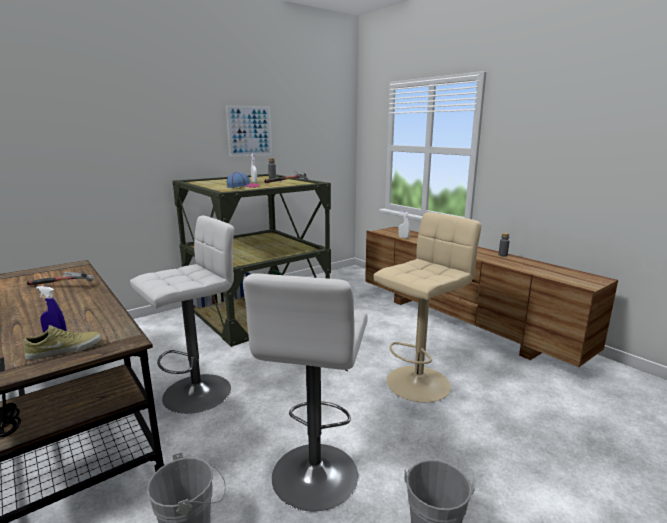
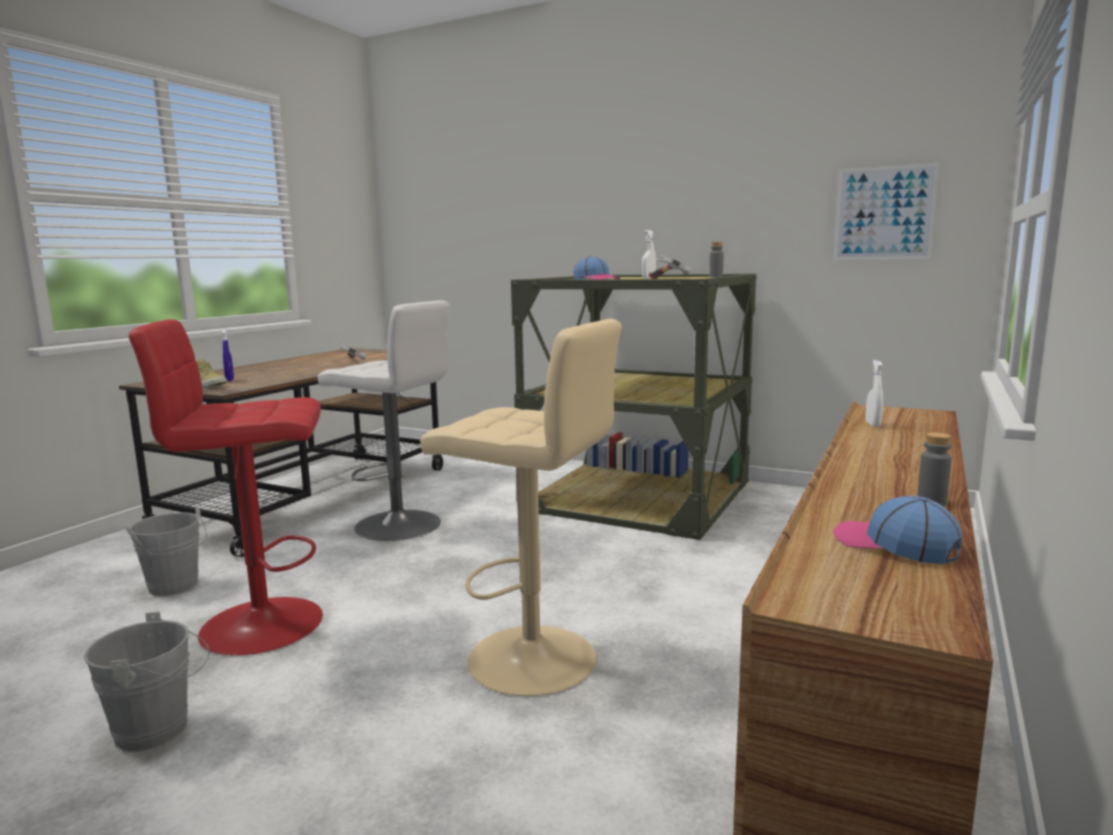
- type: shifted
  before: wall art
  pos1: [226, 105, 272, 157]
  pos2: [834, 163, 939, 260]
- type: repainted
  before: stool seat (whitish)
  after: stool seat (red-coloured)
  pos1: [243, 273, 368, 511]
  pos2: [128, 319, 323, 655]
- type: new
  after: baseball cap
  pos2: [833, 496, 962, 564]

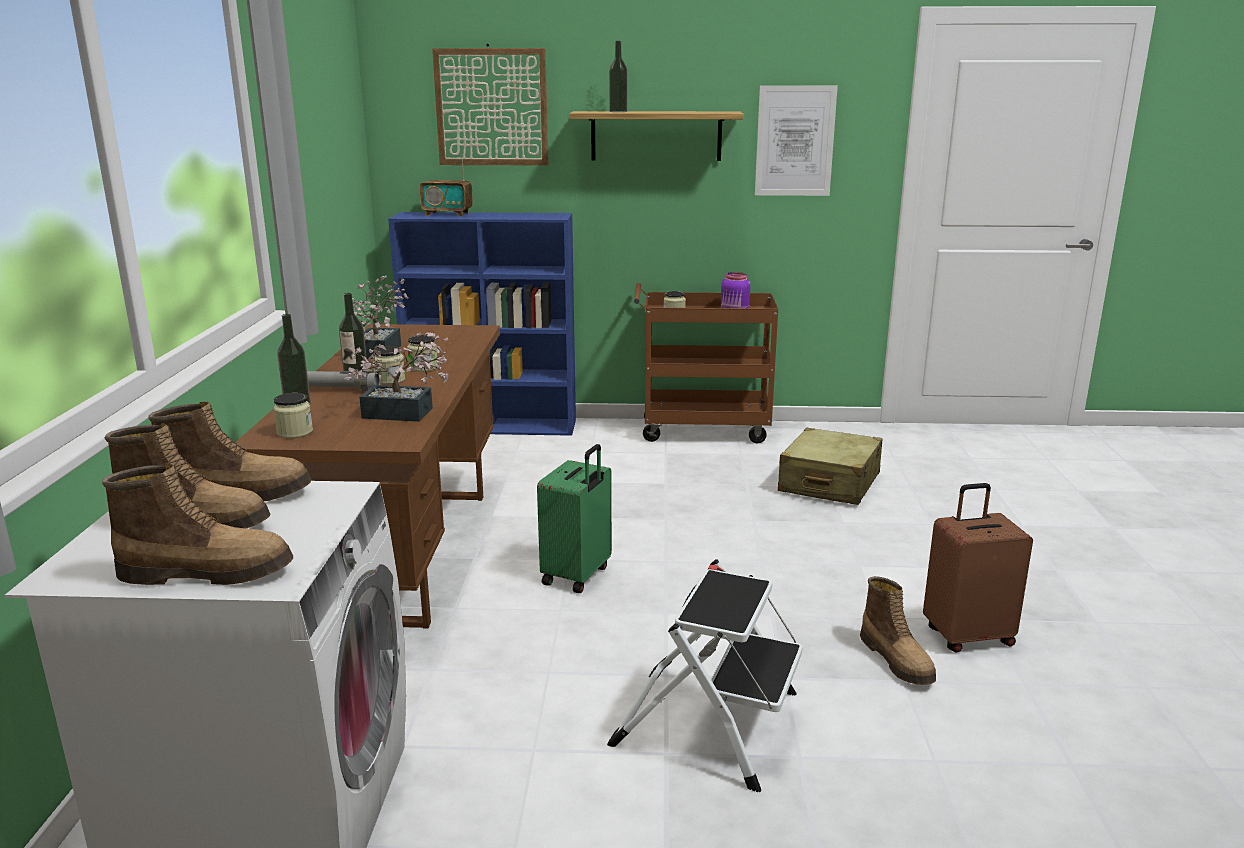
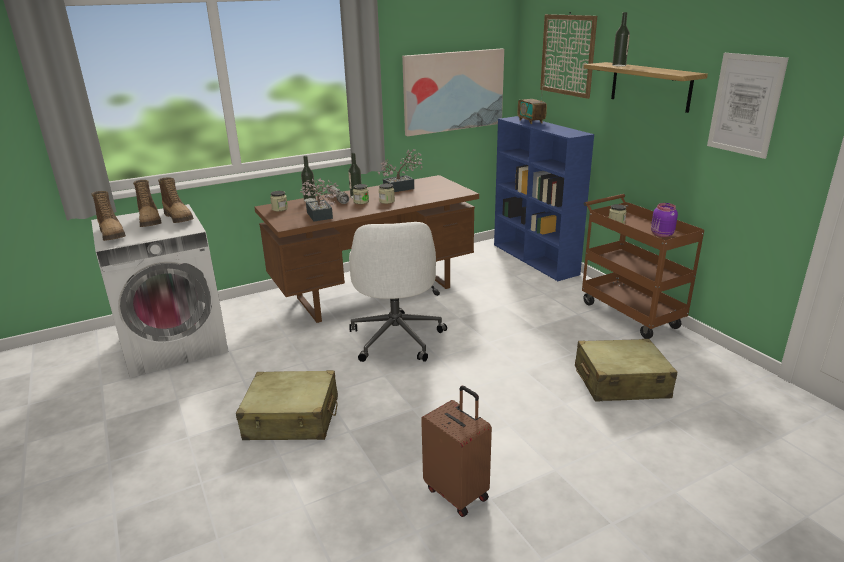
- type: swapped
  before: travel case (greenish)
  after: computer chair (whitish)
  pos1: [537, 444, 612, 593]
  pos2: [349, 222, 447, 362]
- type: swapped
  before: step stool
  after: travel case (beige-coloured)
  pos1: [607, 559, 803, 792]
  pos2: [236, 370, 338, 440]
- type: gone
  before: high-top boot
  pos1: [860, 576, 936, 685]
- type: new
  after: wall art
  pos2: [402, 48, 504, 136]

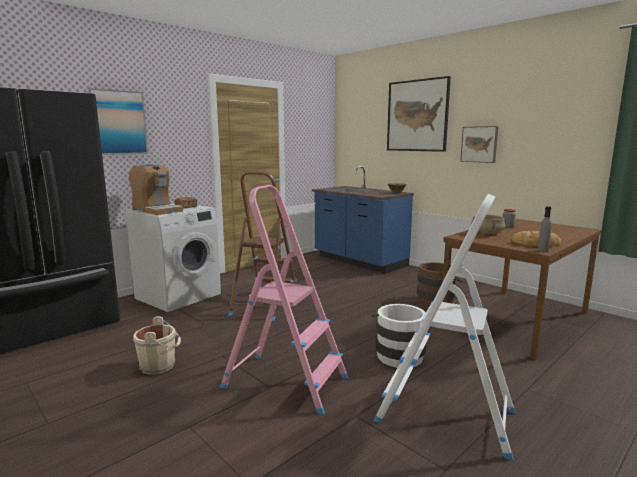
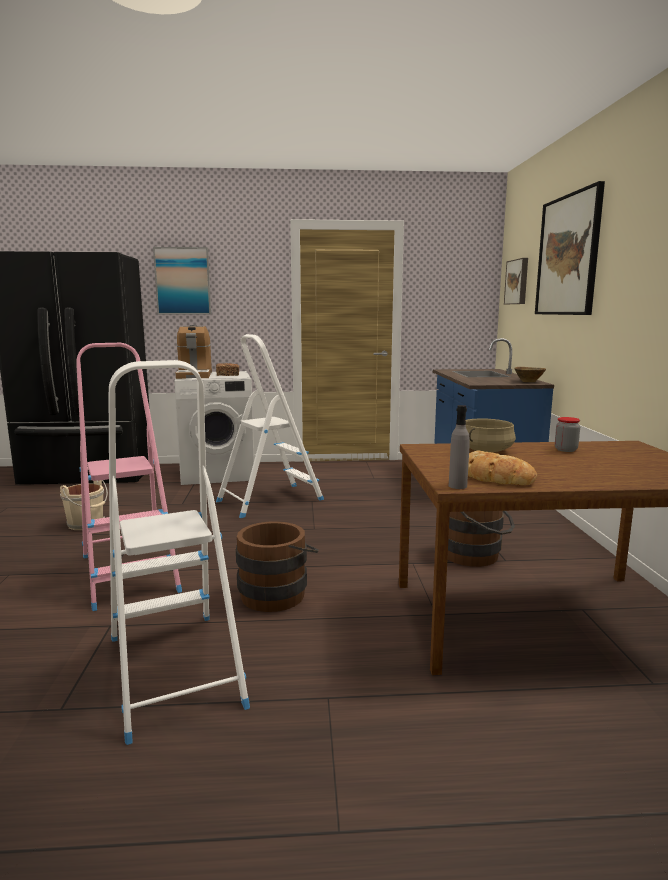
- type: repainted
  before: step stool (brown-coloured)
  after: step stool (whitish)
  pos1: [228, 171, 297, 321]
  pos2: [216, 334, 324, 518]
- type: repainted
  before: bucket (whitish)
  after: bucket (brown-coloured)
  pos1: [372, 304, 426, 368]
  pos2: [236, 521, 319, 612]
- type: shifted
  before: wall art
  pos1: [460, 126, 499, 163]
  pos2: [504, 258, 528, 304]

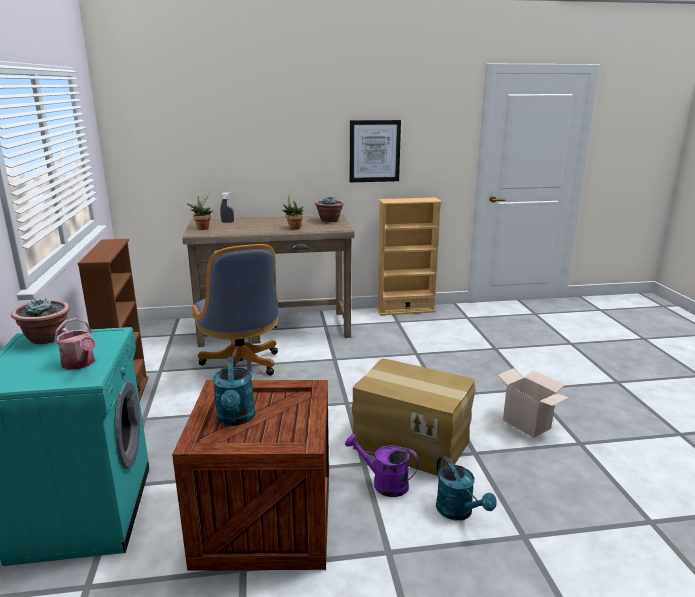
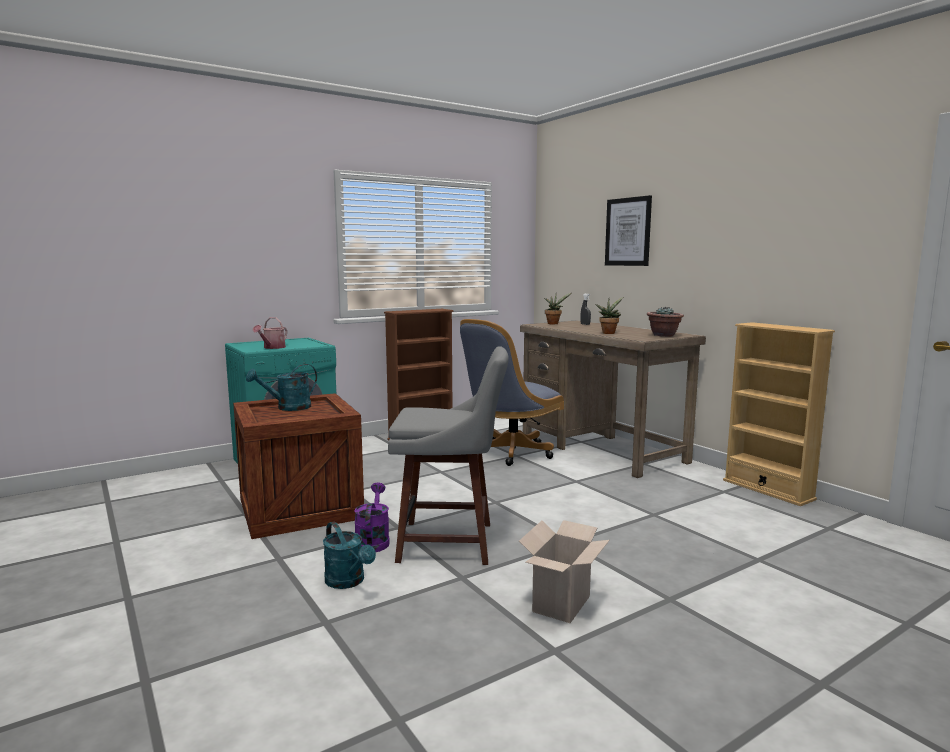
- type: gone
  before: potted plant
  pos1: [11, 299, 70, 344]
- type: shifted
  before: wall art
  pos1: [350, 120, 401, 182]
  pos2: [605, 195, 652, 266]
- type: swapped
  before: carton
  after: stool seat (grey)
  pos1: [352, 358, 476, 476]
  pos2: [388, 346, 509, 565]
- type: rotated
  before: sprinkling can (turquoise)
  pos1: [436, 456, 496, 520]
  pos2: [323, 522, 376, 589]
  turn: -75

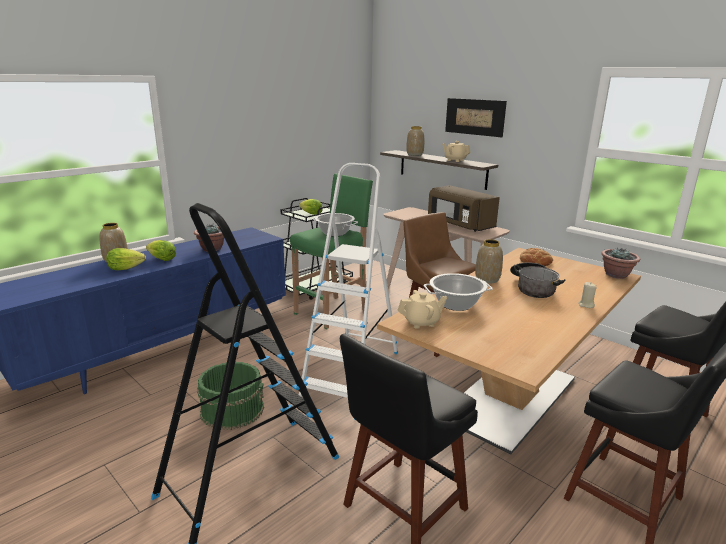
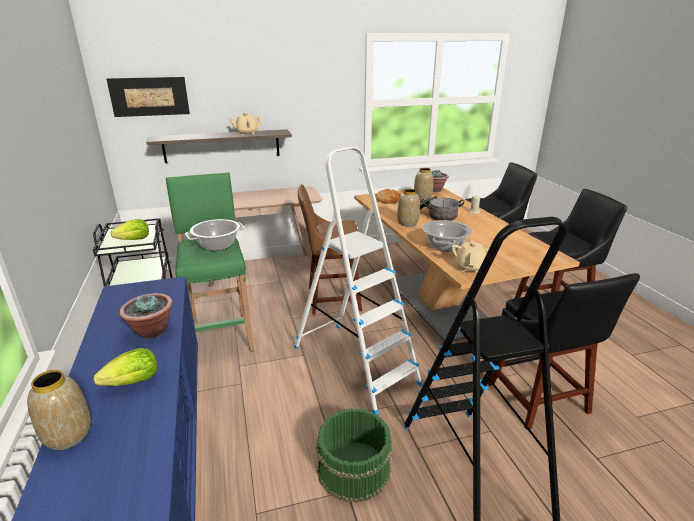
- type: gone
  before: lettuce head
  pos1: [106, 248, 146, 270]
- type: shifted
  before: vase
  pos1: [406, 126, 424, 156]
  pos2: [414, 168, 434, 200]
- type: gone
  before: kitchen microwave (brown-coloured)
  pos1: [428, 185, 500, 232]
- type: shifted
  before: wall art
  pos1: [445, 98, 507, 137]
  pos2: [107, 77, 190, 117]

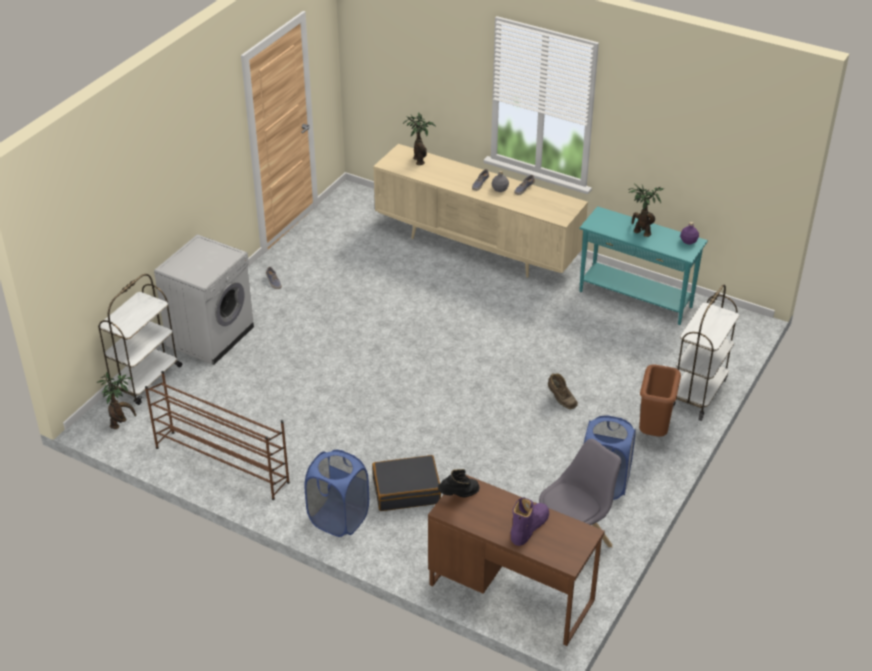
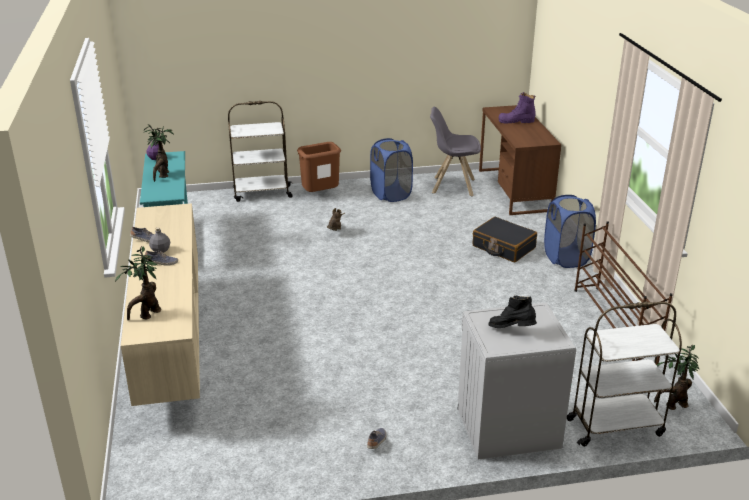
- type: shifted
  before: high-top boot (black)
  pos1: [438, 469, 480, 498]
  pos2: [489, 296, 537, 328]

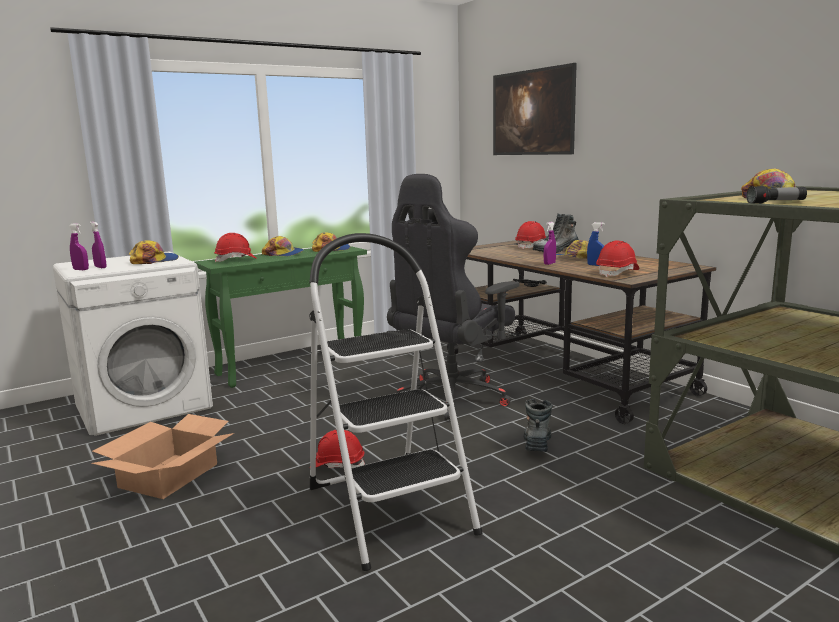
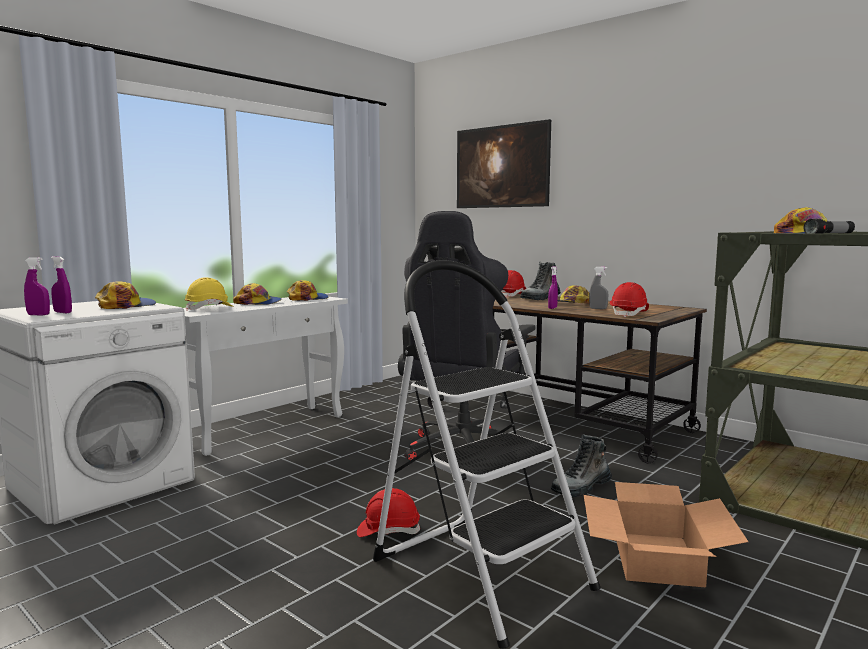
- type: shifted
  before: carton
  pos1: [91, 414, 234, 499]
  pos2: [584, 482, 748, 588]
- type: repainted
  before: narrow table (greenish)
  after: narrow table (whitish)
  pos1: [195, 246, 367, 388]
  pos2: [183, 297, 348, 456]
- type: repainted
  before: work helmet (red-coloured)
  after: work helmet (yellowish)
  pos1: [214, 233, 257, 262]
  pos2: [185, 277, 234, 311]
- type: rotated
  before: high-top boot
  pos1: [524, 399, 552, 452]
  pos2: [551, 434, 612, 497]
  turn: -120
- type: repainted
  before: hand sprayer (blue-coloured)
  after: hand sprayer (grey)
  pos1: [587, 222, 605, 266]
  pos2: [589, 267, 608, 309]

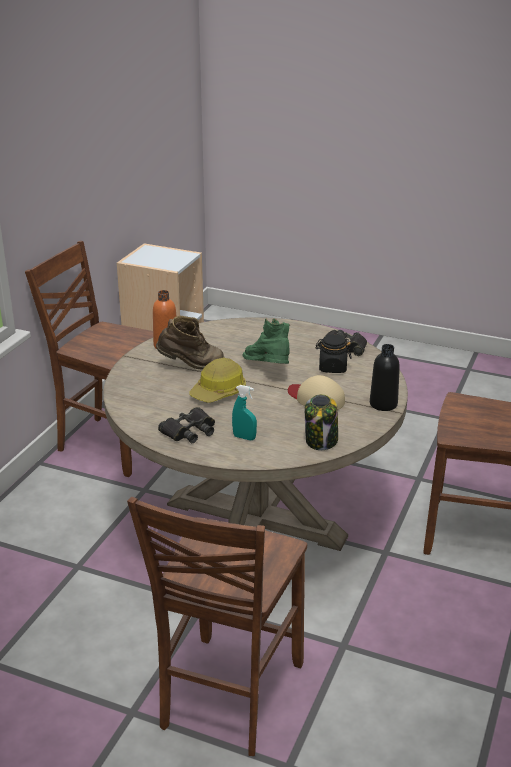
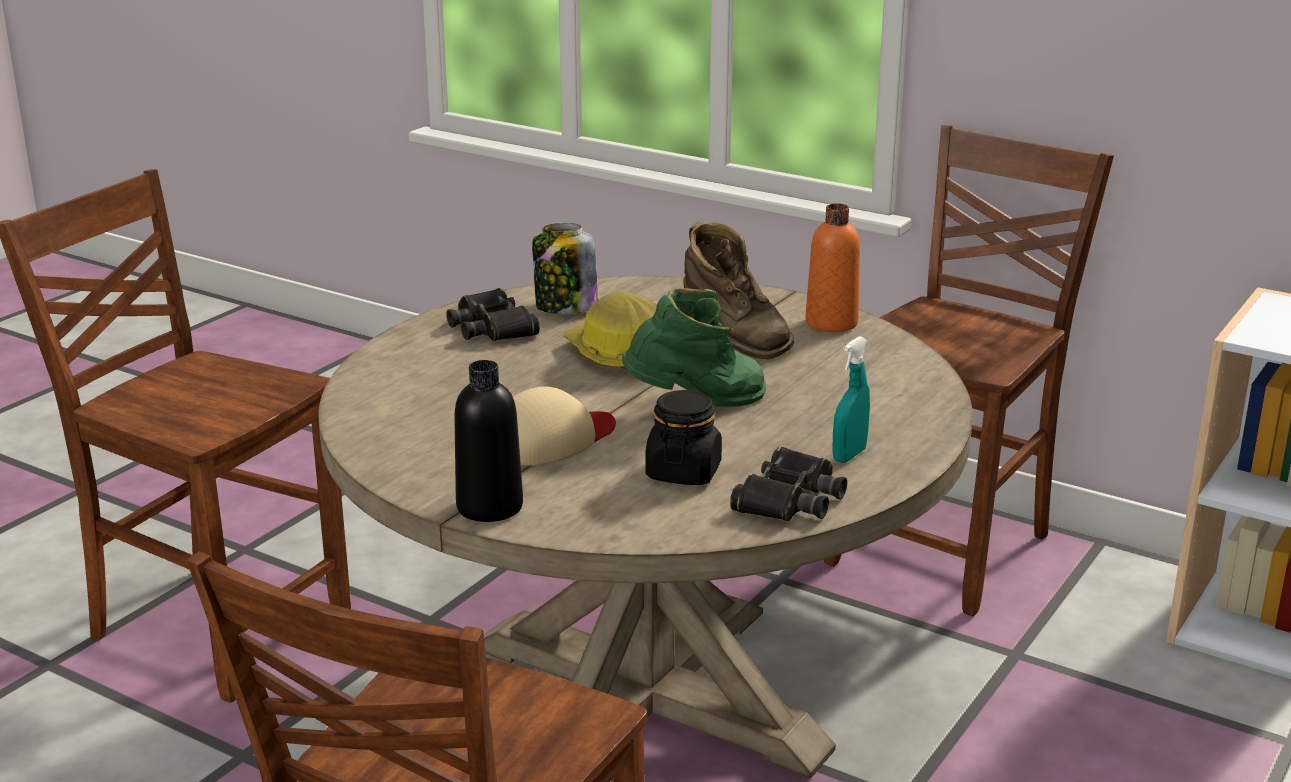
- type: rotated
  before: high-top boot (brown-coloured)
  pos1: [156, 316, 225, 370]
  pos2: [684, 221, 794, 360]
  turn: -45
- type: shifted
  before: hand sprayer (turquoise)
  pos1: [232, 385, 257, 440]
  pos2: [832, 336, 870, 463]
- type: shifted
  before: jar
  pos1: [305, 394, 338, 450]
  pos2: [532, 223, 598, 314]

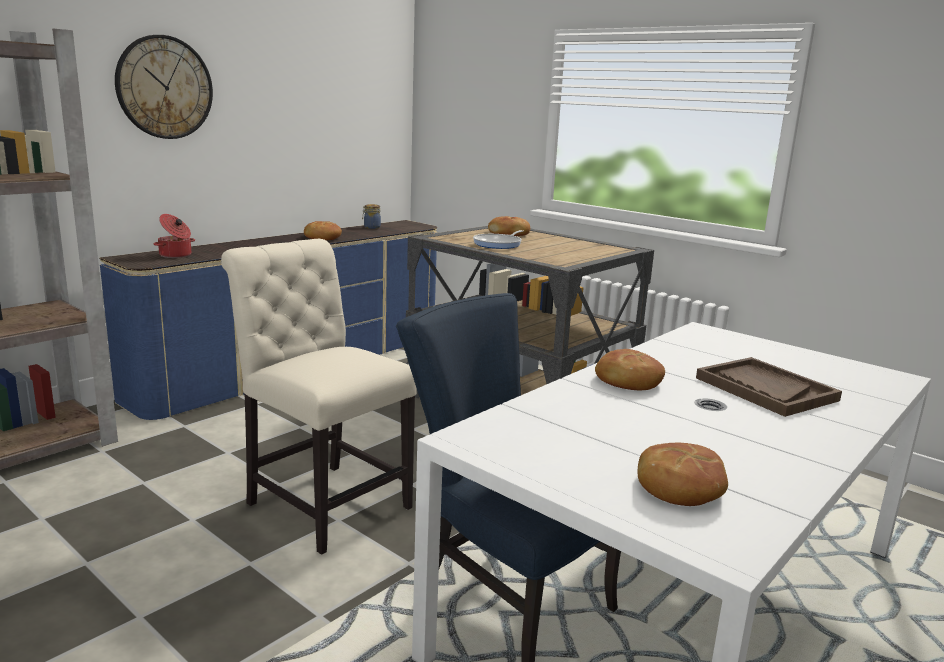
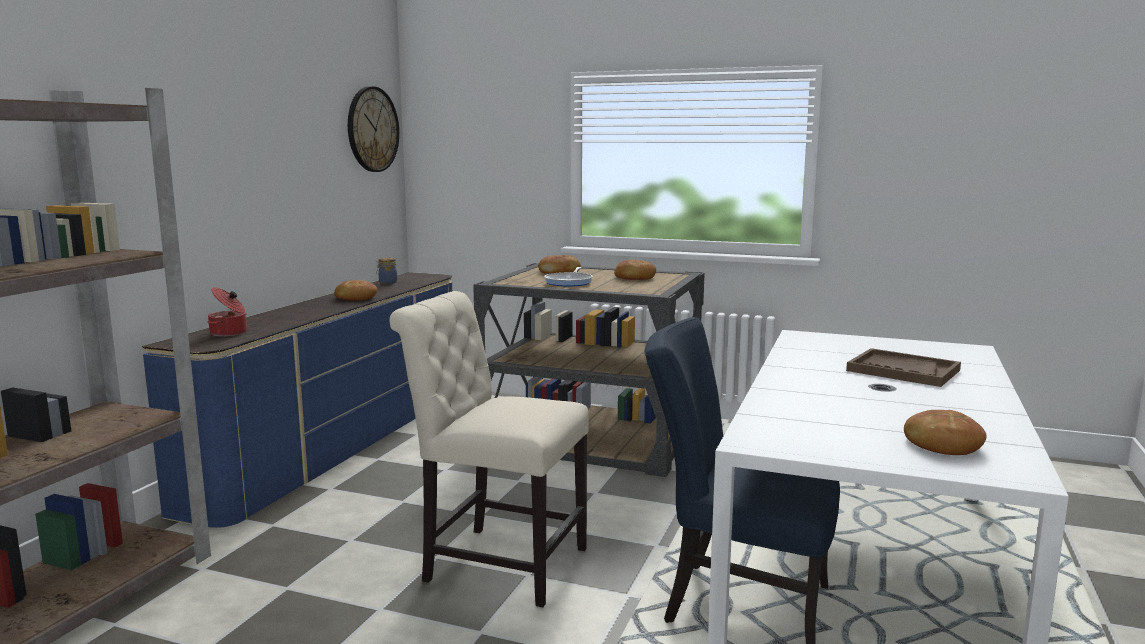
- type: shifted
  before: clock on the wall
  pos1: [115, 35, 213, 139]
  pos2: [348, 86, 399, 172]
- type: shifted
  before: baked bread
  pos1: [595, 349, 665, 390]
  pos2: [614, 260, 656, 280]

